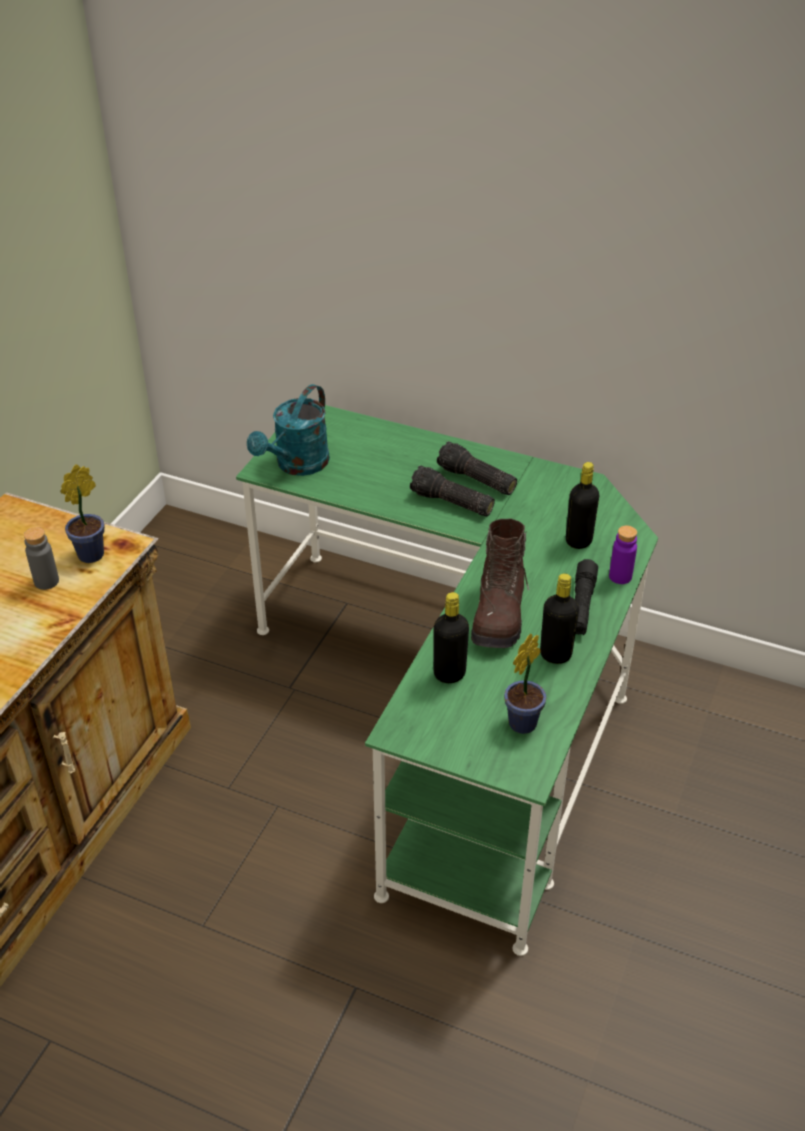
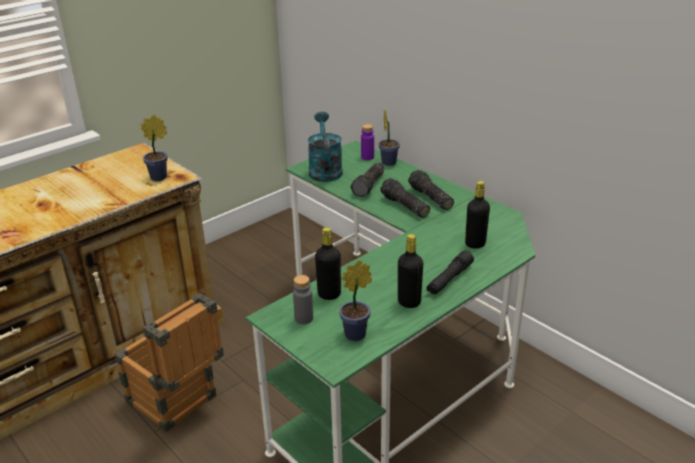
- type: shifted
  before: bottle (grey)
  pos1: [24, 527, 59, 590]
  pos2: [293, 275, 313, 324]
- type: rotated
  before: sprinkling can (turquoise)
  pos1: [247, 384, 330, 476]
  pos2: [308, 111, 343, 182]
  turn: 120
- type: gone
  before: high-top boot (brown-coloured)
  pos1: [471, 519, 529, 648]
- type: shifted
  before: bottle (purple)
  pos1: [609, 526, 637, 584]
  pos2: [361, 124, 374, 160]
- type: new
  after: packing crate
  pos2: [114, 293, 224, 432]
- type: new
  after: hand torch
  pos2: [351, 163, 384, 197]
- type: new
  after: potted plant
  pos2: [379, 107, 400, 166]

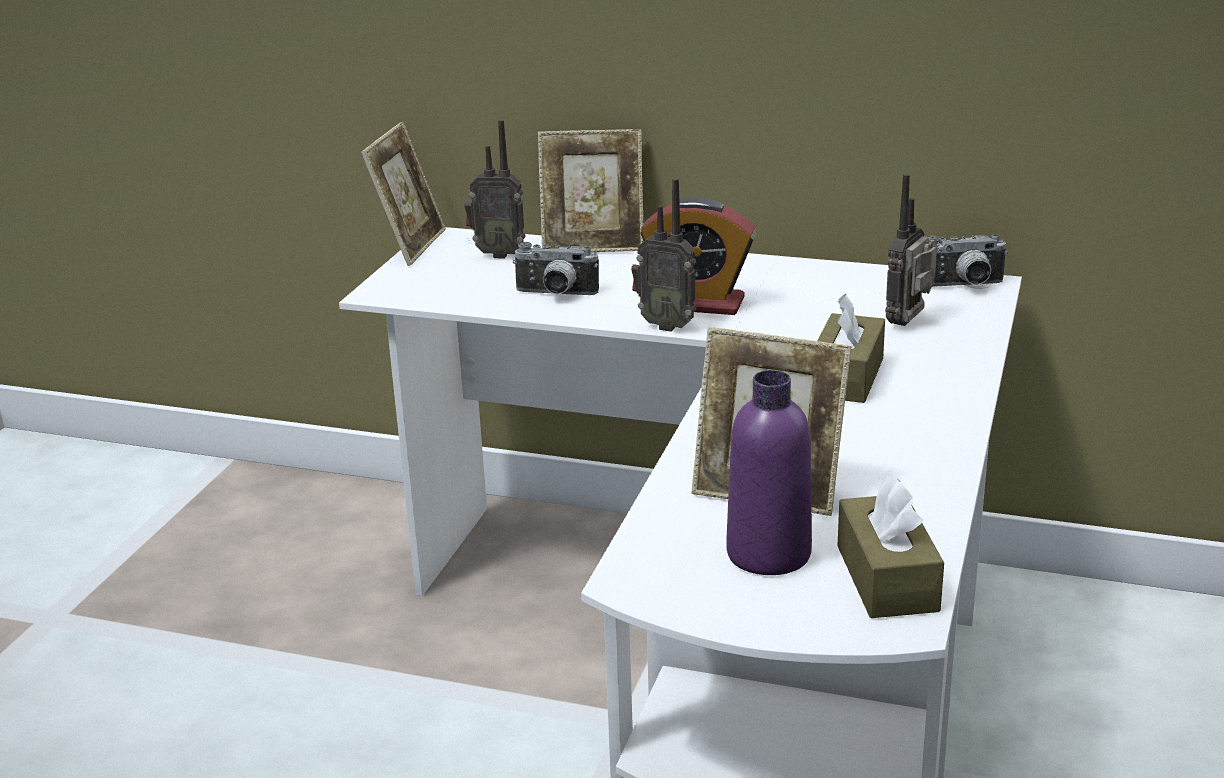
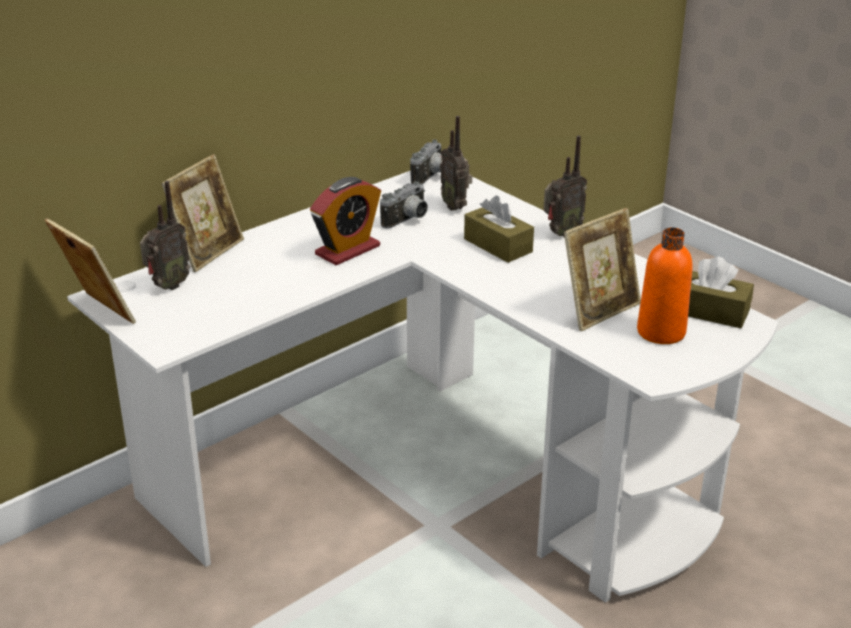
- type: shifted
  before: photo camera
  pos1: [513, 242, 599, 295]
  pos2: [380, 181, 428, 228]
- type: shifted
  before: radio set
  pos1: [631, 178, 696, 332]
  pos2: [543, 135, 587, 237]
- type: repainted
  before: bottle (purple)
  after: bottle (orangey)
  pos1: [726, 370, 812, 575]
  pos2: [637, 227, 693, 344]

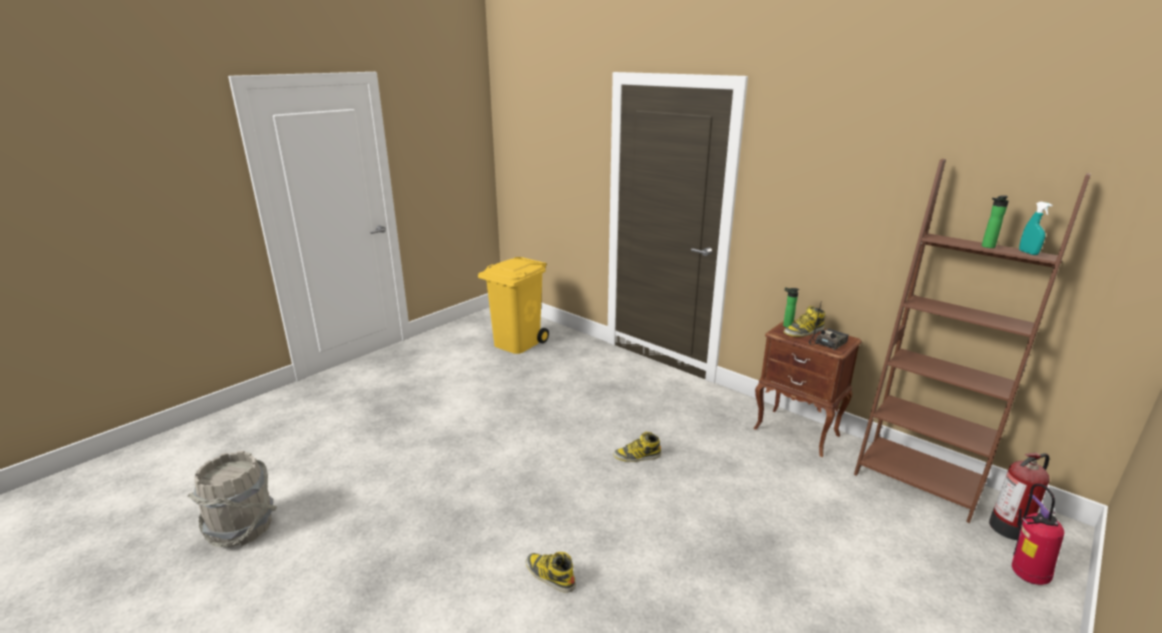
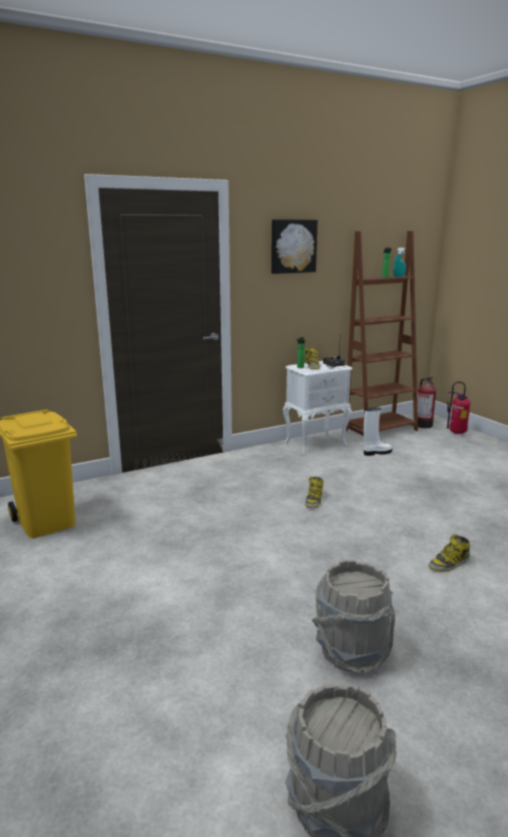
- type: repainted
  before: night table (brown-coloured)
  after: night table (whitish)
  pos1: [753, 320, 862, 458]
  pos2: [283, 361, 353, 454]
- type: new
  after: wall art
  pos2: [271, 219, 318, 274]
- type: new
  after: bucket (grey)
  pos2: [312, 559, 395, 673]
- type: new
  after: high-top boot (whitish)
  pos2: [364, 408, 392, 456]

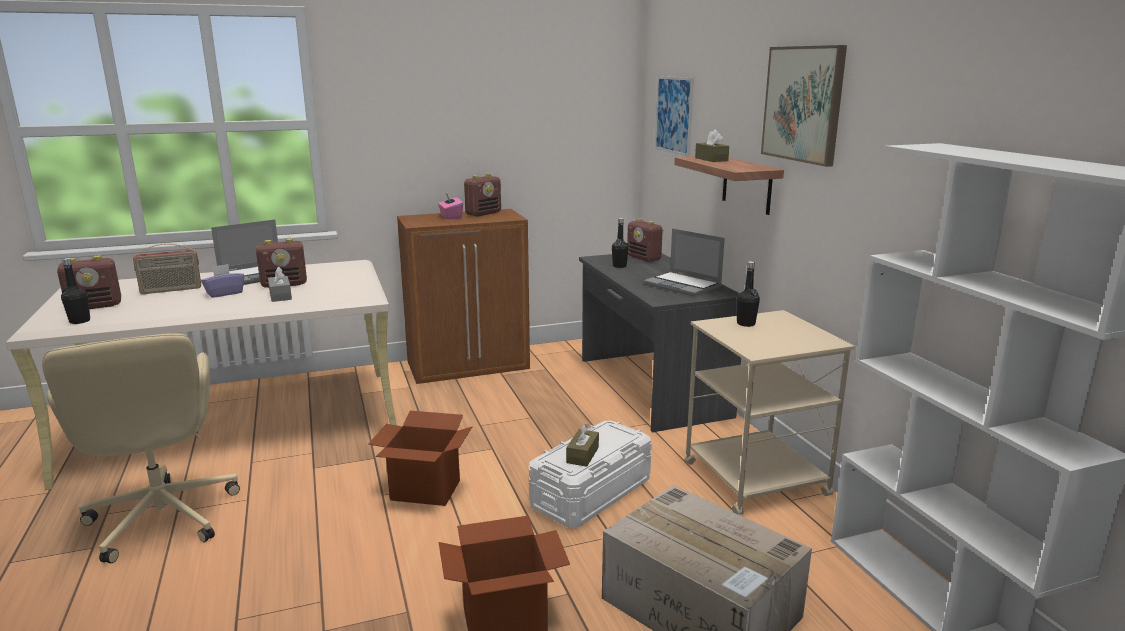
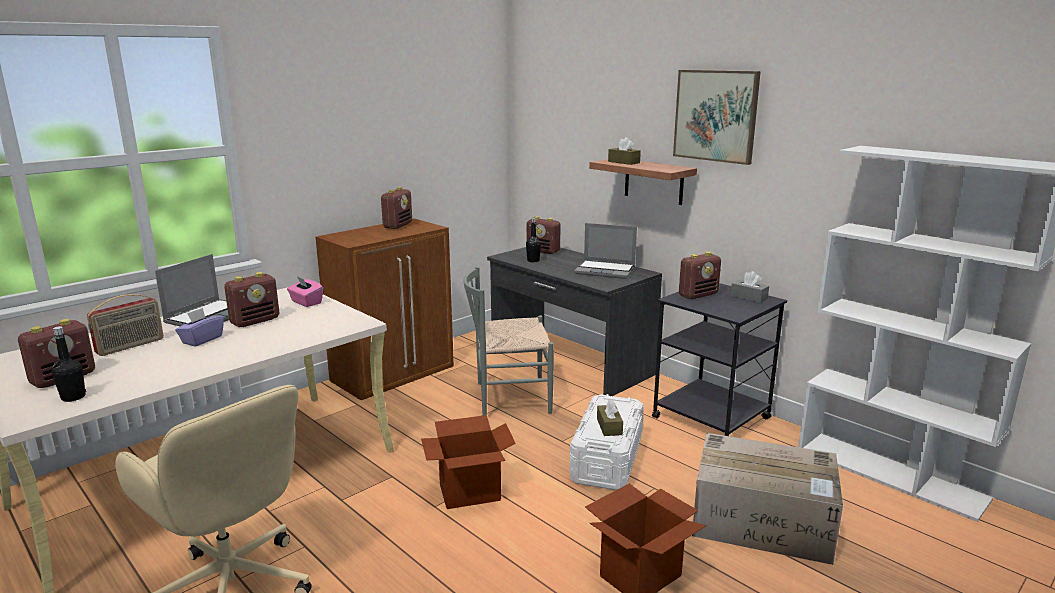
- type: shifted
  before: tissue holder (grey)
  pos1: [268, 266, 292, 302]
  pos2: [731, 271, 769, 303]
- type: shifted
  before: tissue holder (pinkish)
  pos1: [438, 192, 463, 219]
  pos2: [287, 277, 323, 307]
- type: gone
  before: wall art
  pos1: [655, 76, 694, 157]
- type: repainted
  before: cart (beige-coloured)
  after: cart (black)
  pos1: [684, 310, 855, 515]
  pos2: [652, 283, 787, 436]
- type: swapped
  before: bottle (black)
  after: radio set
  pos1: [737, 261, 760, 327]
  pos2: [679, 252, 721, 299]
- type: new
  after: plain chair (grey)
  pos2: [463, 266, 554, 416]

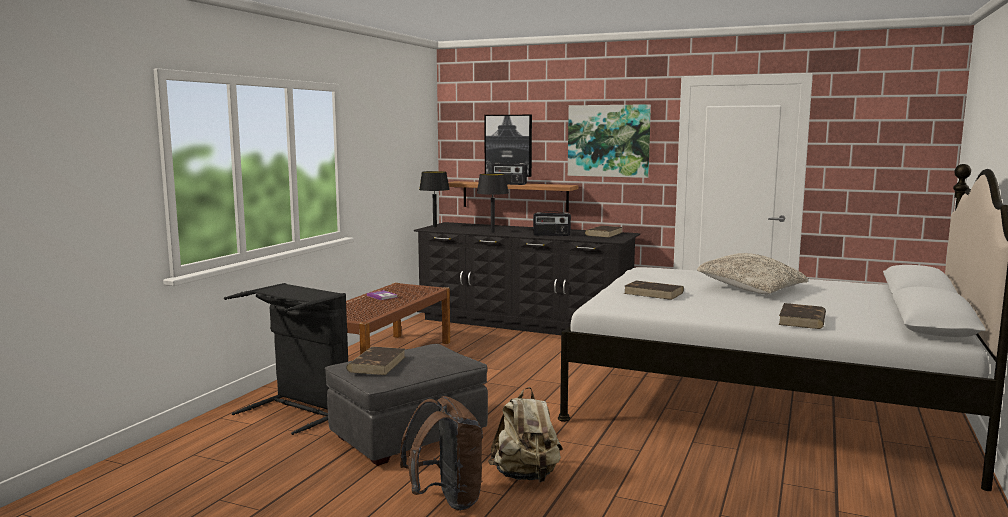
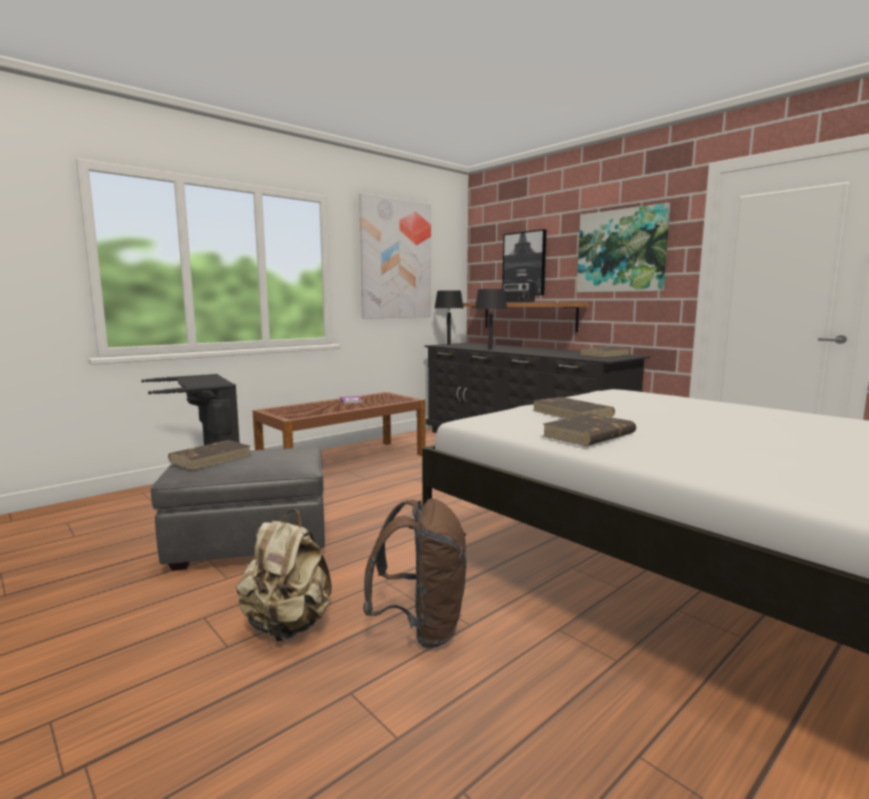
- type: shifted
  before: backpack (brown-coloured)
  pos1: [400, 396, 483, 511]
  pos2: [363, 499, 466, 648]
- type: gone
  before: radio set
  pos1: [533, 211, 571, 236]
- type: gone
  before: cushion (beige-coloured)
  pos1: [697, 253, 808, 294]
- type: shifted
  before: bound book (brown-coloured)
  pos1: [778, 303, 826, 329]
  pos2: [543, 413, 636, 446]
- type: new
  after: wall art
  pos2: [359, 193, 431, 319]

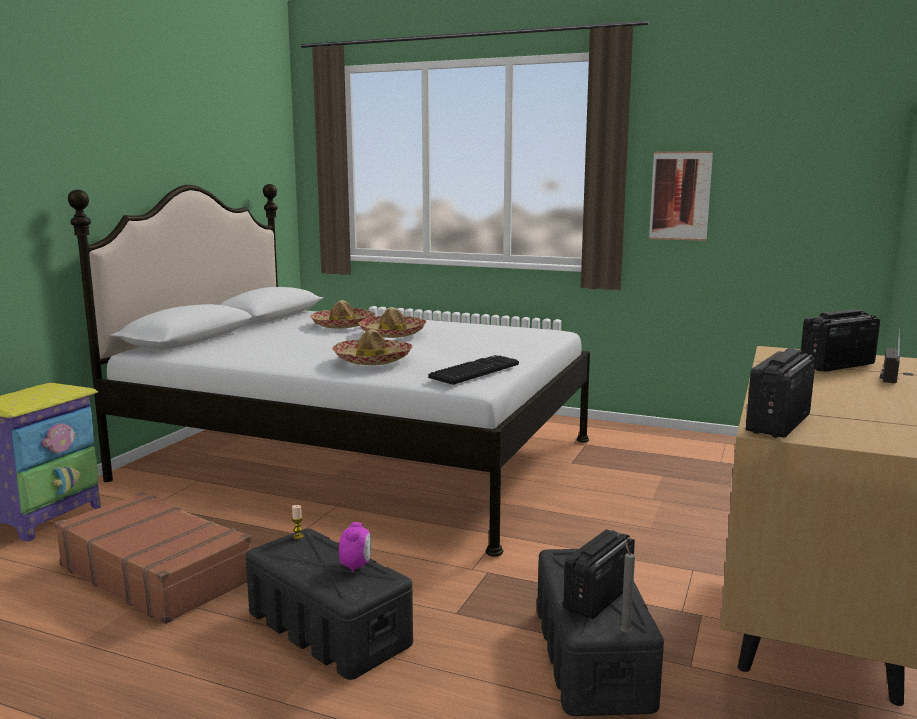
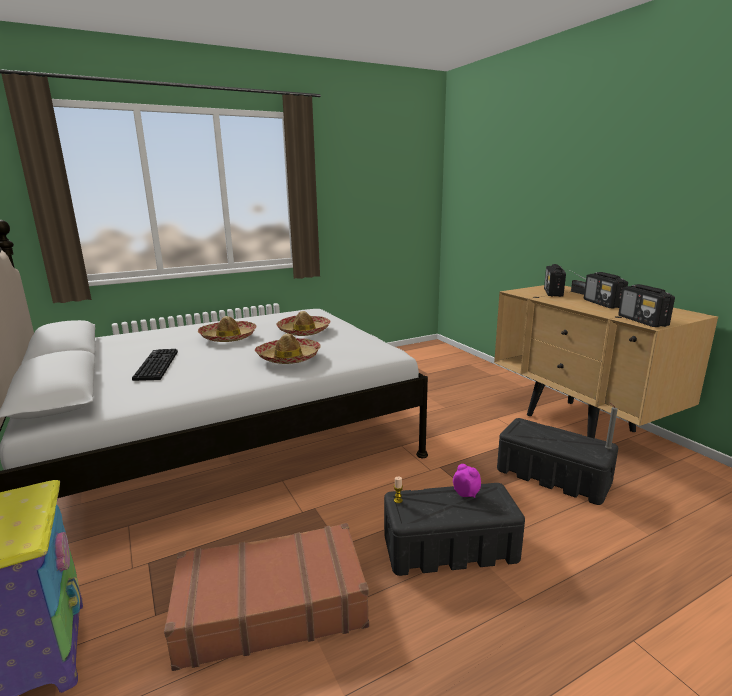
- type: shifted
  before: wearable hat
  pos1: [310, 300, 375, 328]
  pos2: [276, 311, 331, 336]
- type: shifted
  before: computer keyboard
  pos1: [428, 355, 519, 385]
  pos2: [132, 349, 178, 381]
- type: shifted
  before: radio set
  pos1: [563, 529, 635, 619]
  pos2: [584, 272, 628, 309]
- type: gone
  before: wall art
  pos1: [649, 151, 713, 241]

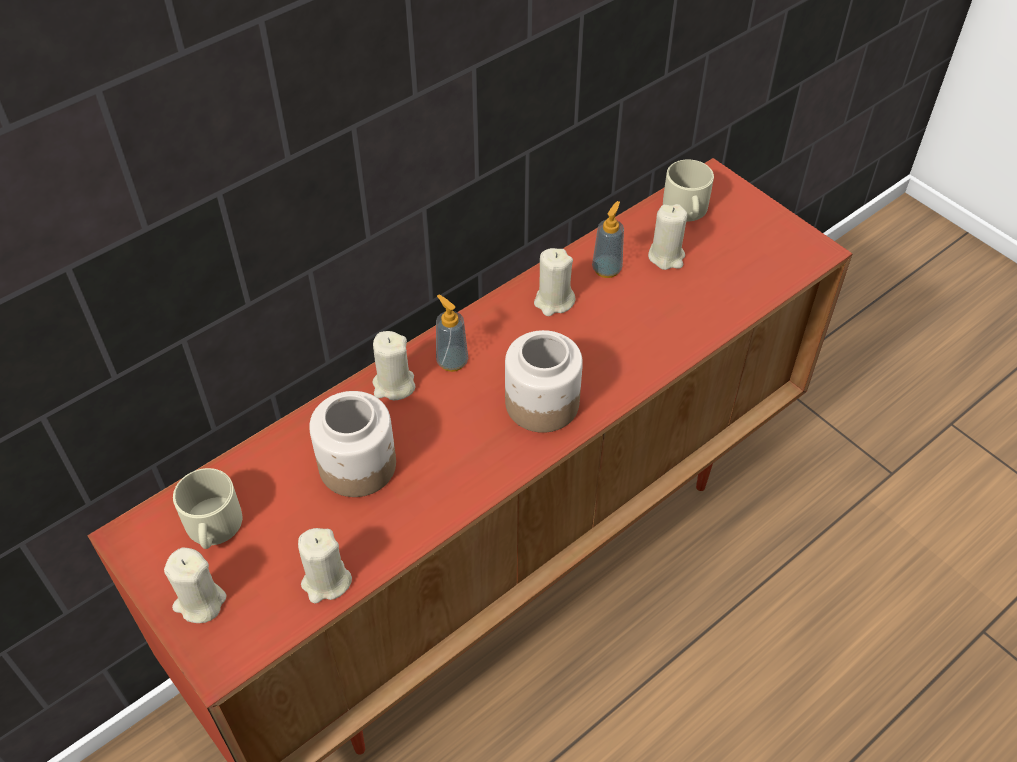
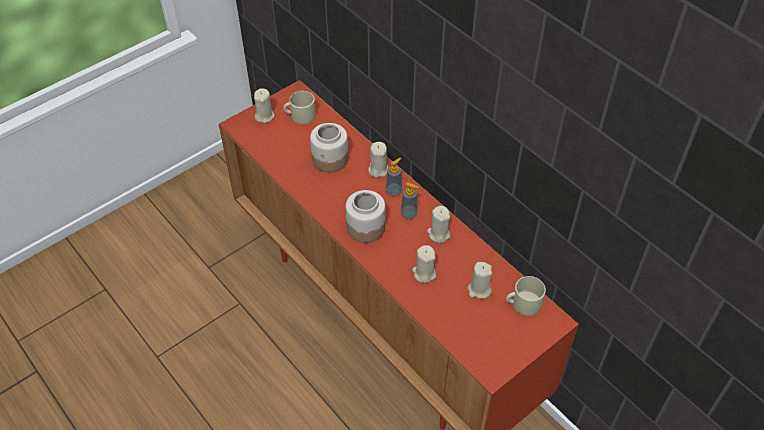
- type: shifted
  before: wax candle (beige-coloured)
  pos1: [298, 528, 352, 603]
  pos2: [412, 245, 436, 283]
- type: shifted
  before: soap bottle
  pos1: [592, 201, 624, 278]
  pos2: [401, 182, 419, 219]

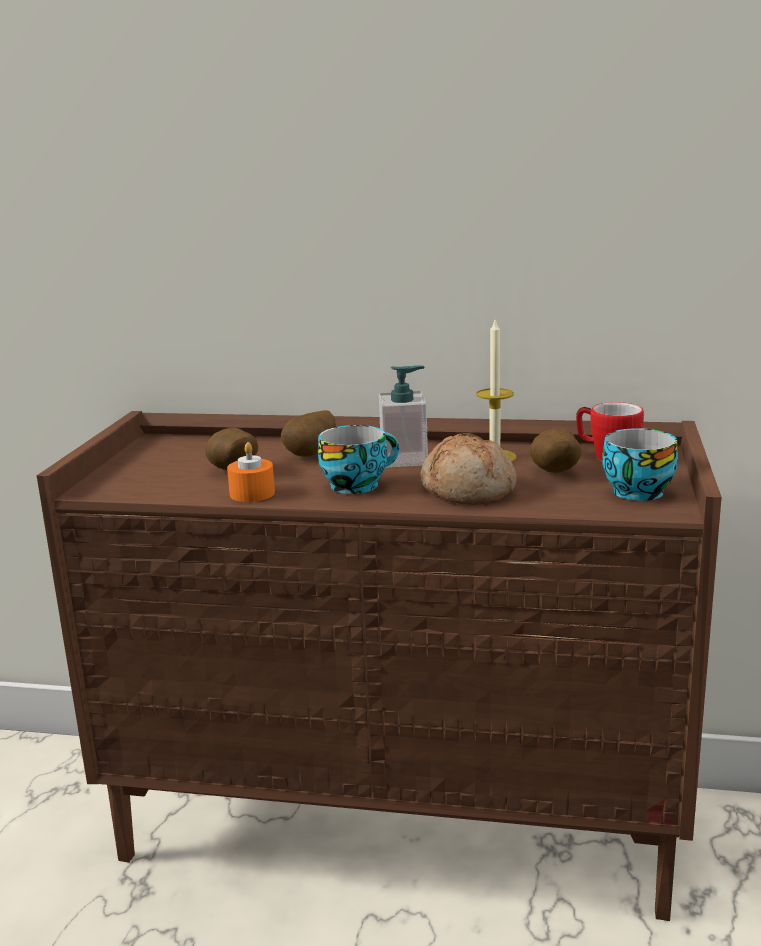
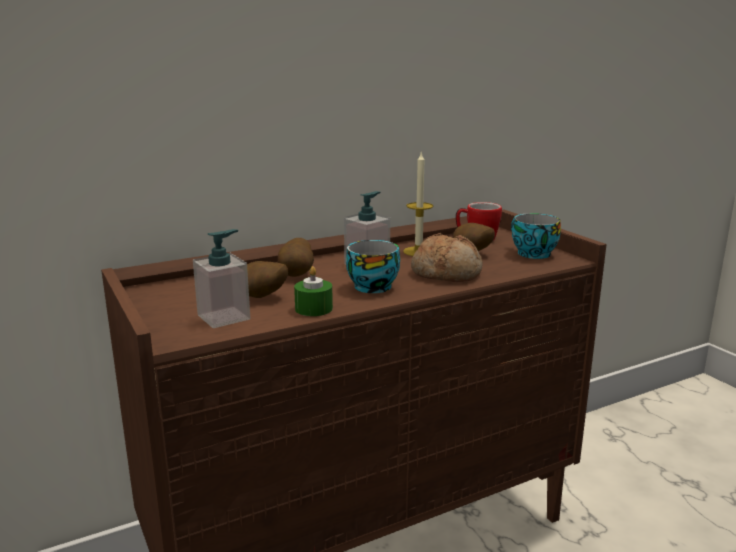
- type: repainted
  before: wax candle (orangey)
  after: wax candle (greenish)
  pos1: [227, 442, 275, 502]
  pos2: [294, 266, 333, 316]
- type: new
  after: soap bottle
  pos2: [193, 229, 250, 328]

